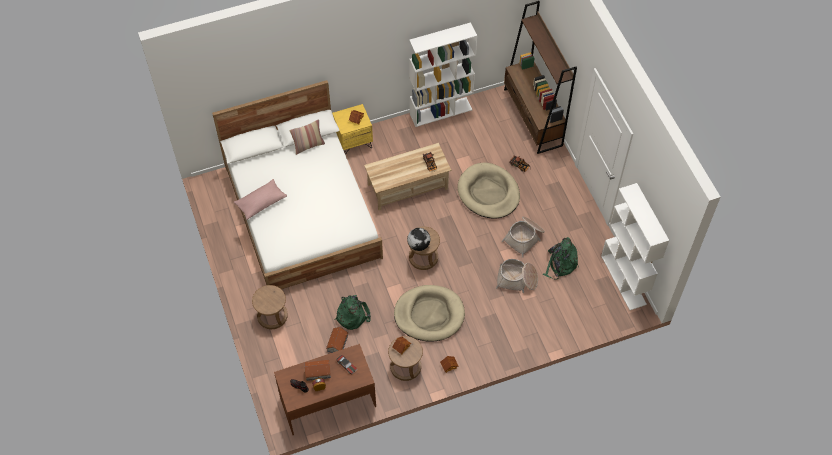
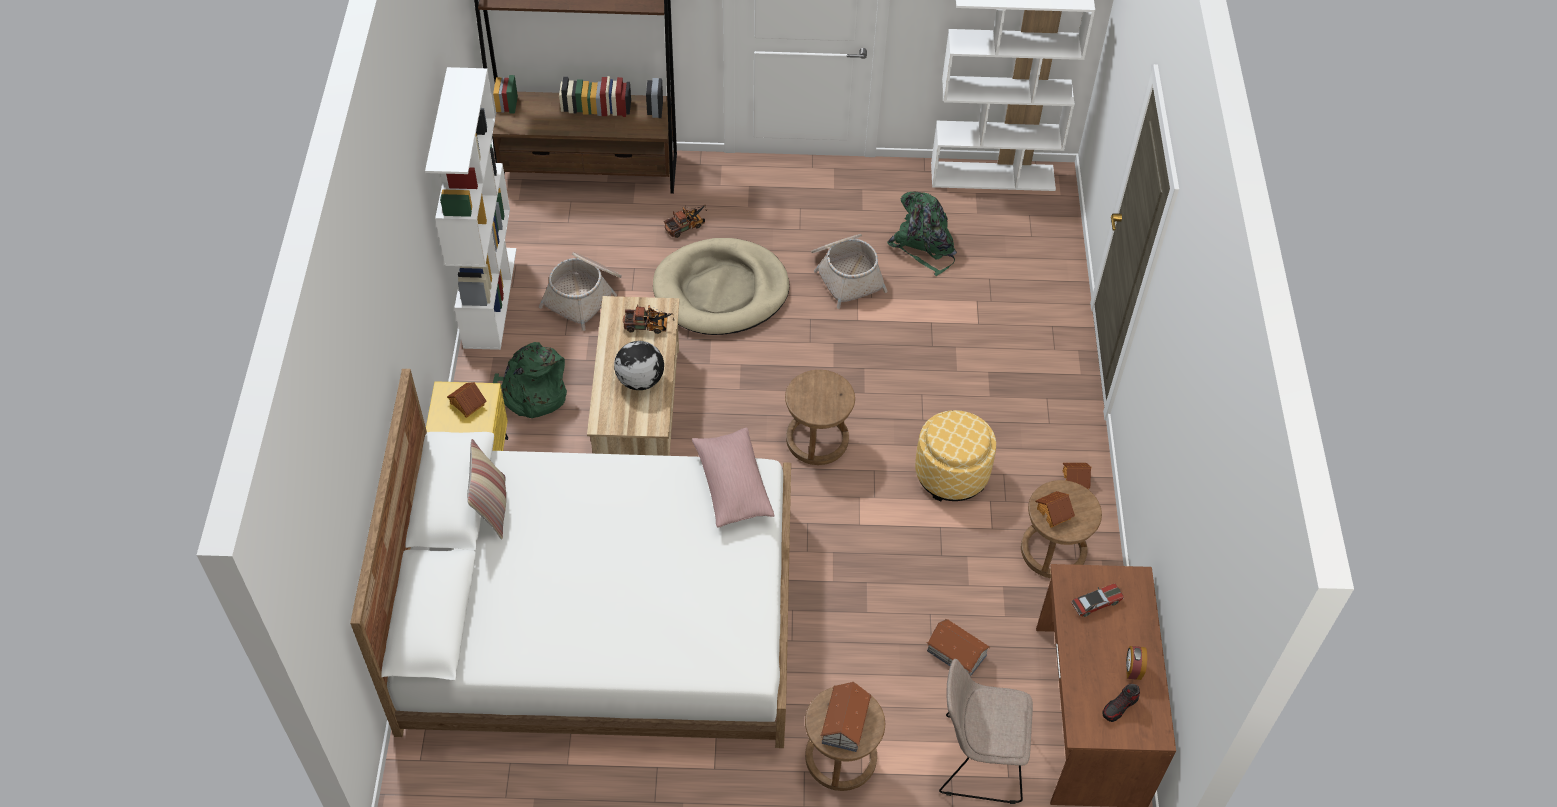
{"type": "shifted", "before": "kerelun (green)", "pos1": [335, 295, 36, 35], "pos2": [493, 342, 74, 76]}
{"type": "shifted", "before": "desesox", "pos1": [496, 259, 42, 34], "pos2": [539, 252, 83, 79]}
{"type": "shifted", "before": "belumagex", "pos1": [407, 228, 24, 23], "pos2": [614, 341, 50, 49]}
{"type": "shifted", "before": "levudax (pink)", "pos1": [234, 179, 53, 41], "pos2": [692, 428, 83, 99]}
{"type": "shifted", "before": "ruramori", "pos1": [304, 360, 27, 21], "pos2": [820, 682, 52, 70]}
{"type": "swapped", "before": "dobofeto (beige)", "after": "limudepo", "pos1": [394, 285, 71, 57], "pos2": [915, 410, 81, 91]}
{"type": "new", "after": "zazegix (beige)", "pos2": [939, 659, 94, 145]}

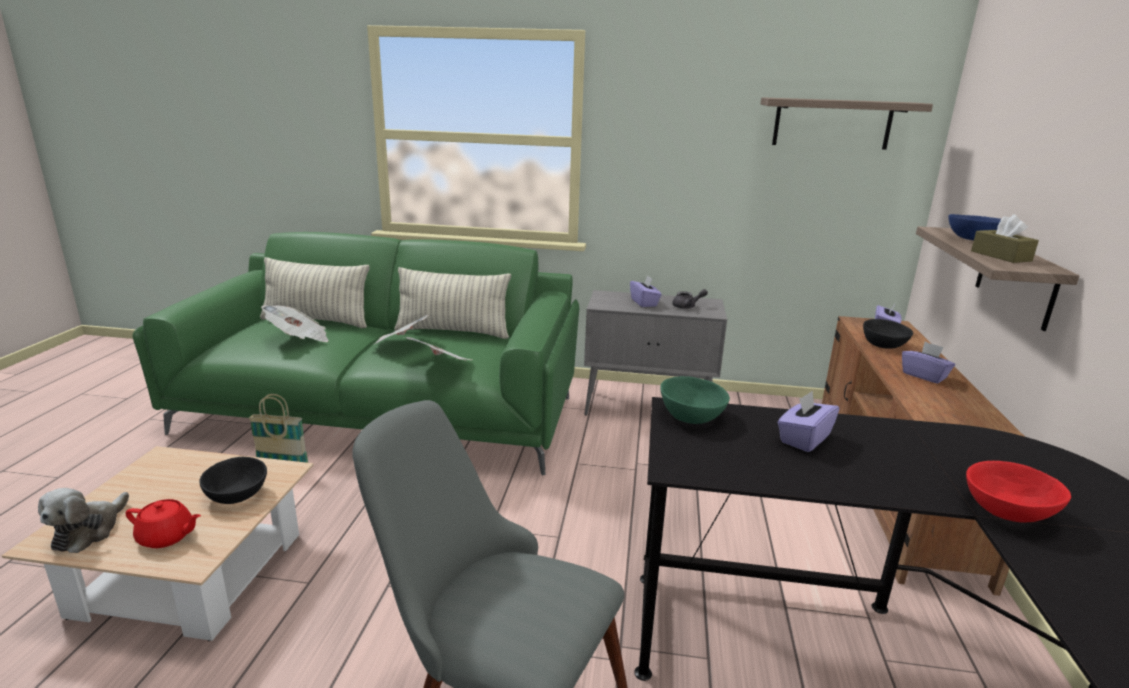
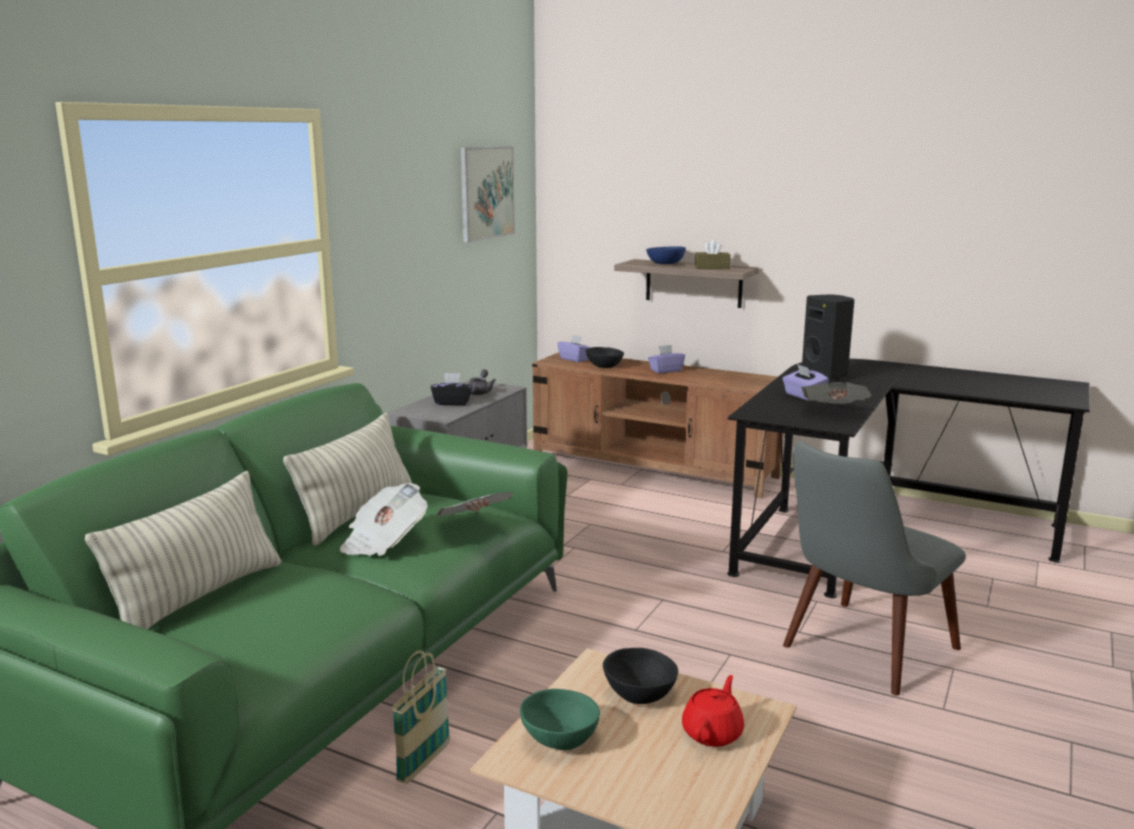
{"type": "repainted", "before": "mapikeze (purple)", "after": "mapikeze (black)", "pos1": [630, 276, 32, 31], "pos2": [431, 373, 41, 32]}
{"type": "swapped", "before": "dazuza", "after": "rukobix", "pos1": [761, 97, 172, 53], "pos2": [460, 146, 55, 96]}
{"type": "shifted", "before": "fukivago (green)", "pos1": [660, 376, 70, 48], "pos2": [520, 689, 80, 61]}
{"type": "shifted", "before": "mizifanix", "pos1": [261, 305, 67, 37], "pos2": [801, 382, 71, 22]}
{"type": "new", "after": "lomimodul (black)", "pos2": [802, 294, 52, 86]}
{"type": "gone", "before": "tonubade", "pos1": [38, 488, 91, 65]}
{"type": "gone", "before": "fukivago (red)", "pos1": [966, 461, 105, 62]}

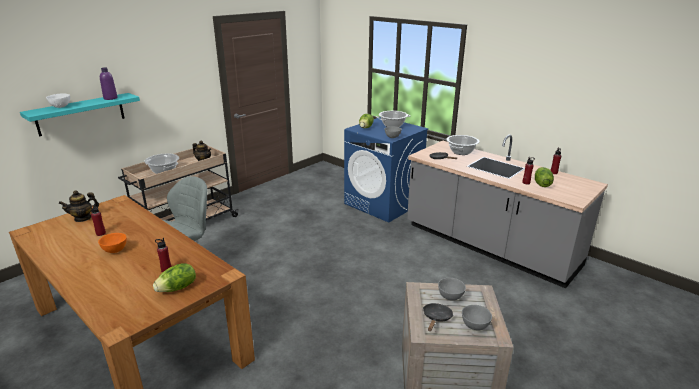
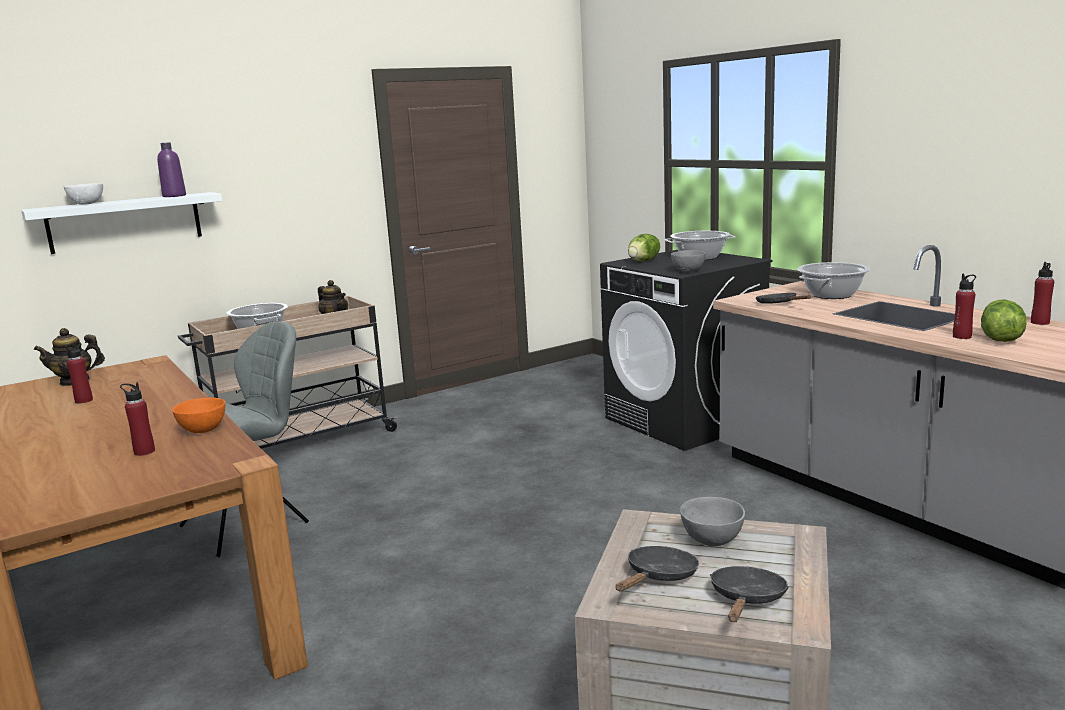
{"type": "repainted", "before": "dazuza (turquoise)", "after": "dazuza (white)", "pos1": [20, 93, 120, 43], "pos2": [21, 192, 201, 62]}
{"type": "shifted", "before": "fukivago (orange)", "pos1": [98, 233, 29, 20], "pos2": [172, 398, 53, 35]}
{"type": "repainted", "before": "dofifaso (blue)", "after": "dofifaso (black)", "pos1": [344, 117, 85, 105], "pos2": [600, 250, 173, 201]}
{"type": "swapped", "before": "fukivago (grey)", "after": "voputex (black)", "pos1": [462, 305, 30, 26], "pos2": [710, 566, 79, 56]}
{"type": "gone", "before": "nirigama", "pos1": [153, 263, 43, 29]}

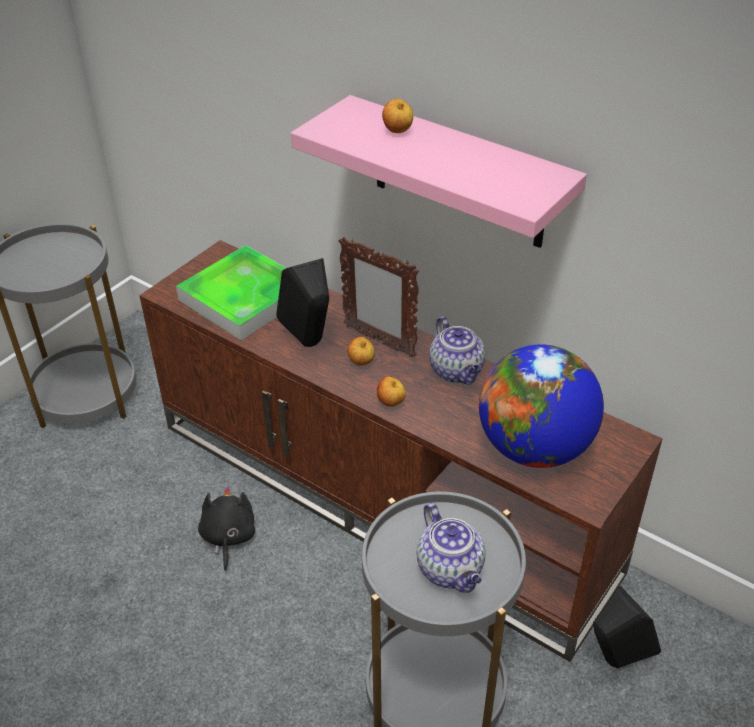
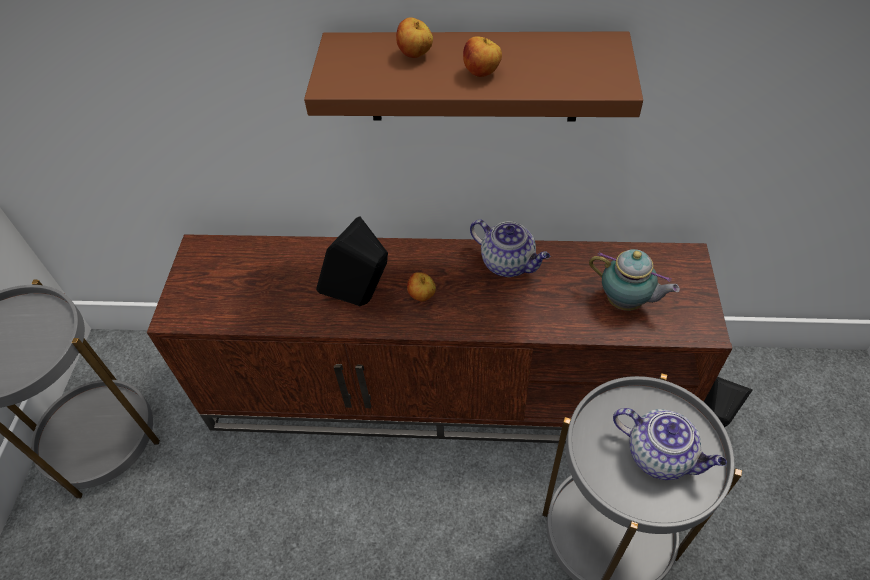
{"type": "repainted", "before": "dazuza (pink)", "after": "dazuza (brown)", "pos1": [291, 95, 296, 153], "pos2": [304, 32, 339, 90]}
{"type": "shifted", "before": "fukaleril", "pos1": [377, 377, 29, 30], "pos2": [463, 36, 39, 41]}
{"type": "swapped", "before": "belumagex", "after": "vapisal", "pos1": [479, 344, 125, 124], "pos2": [589, 249, 91, 62]}
{"type": "gone", "before": "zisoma", "pos1": [176, 245, 110, 95]}
{"type": "gone", "before": "tonubade (black)", "pos1": [198, 486, 57, 85]}
{"type": "gone", "before": "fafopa", "pos1": [338, 237, 81, 121]}

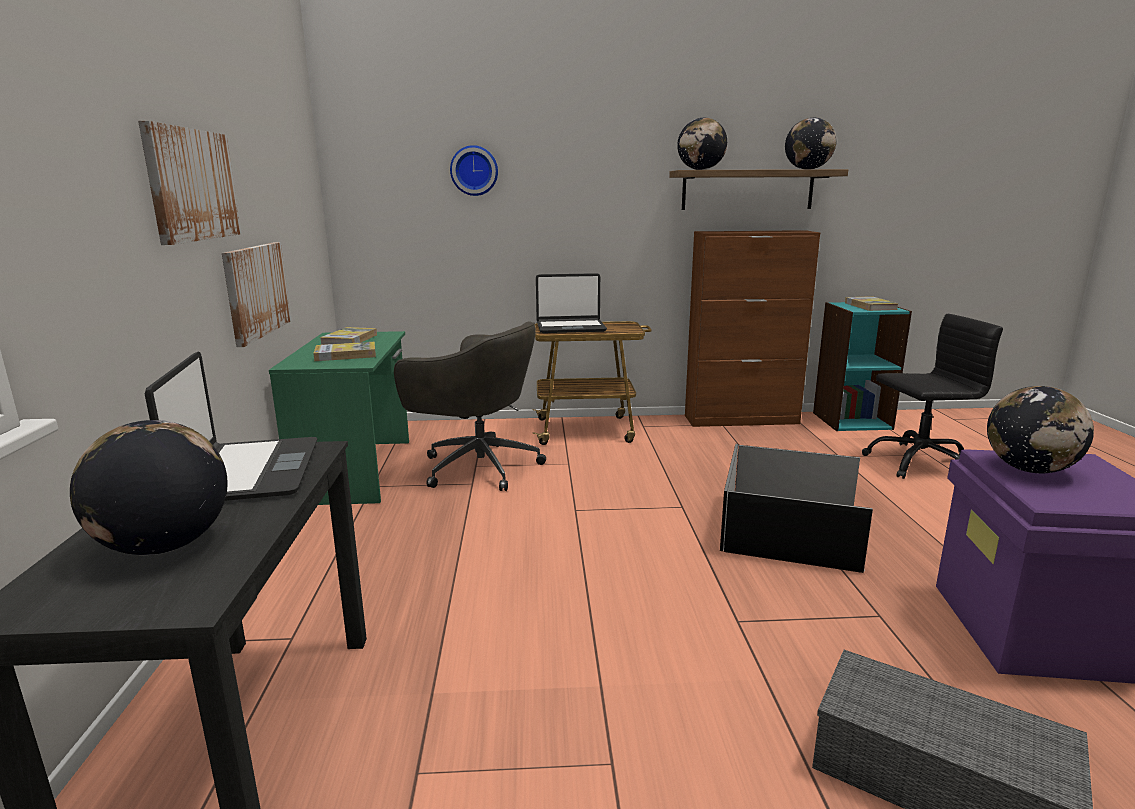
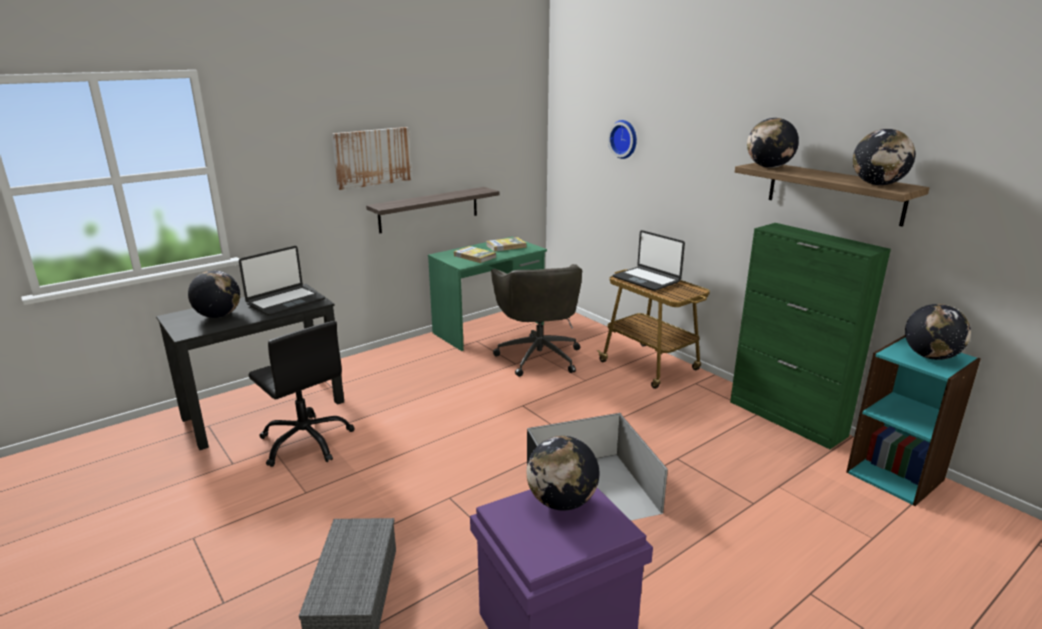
{"type": "shifted", "before": "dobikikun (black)", "pos1": [862, 314, 141, 165], "pos2": [249, 321, 106, 146]}
{"type": "swapped", "before": "rukobix", "after": "dazuza", "pos1": [222, 242, 69, 105], "pos2": [366, 187, 134, 46]}
{"type": "repainted", "before": "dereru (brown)", "after": "dereru (green)", "pos1": [685, 230, 135, 197], "pos2": [730, 223, 161, 226]}
{"type": "swapped", "before": "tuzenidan", "after": "belumagex", "pos1": [845, 296, 54, 15], "pos2": [905, 304, 66, 56]}

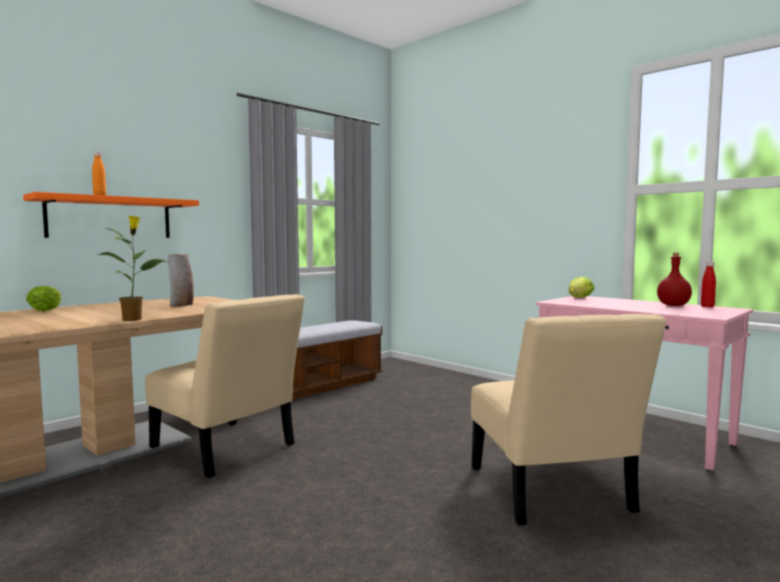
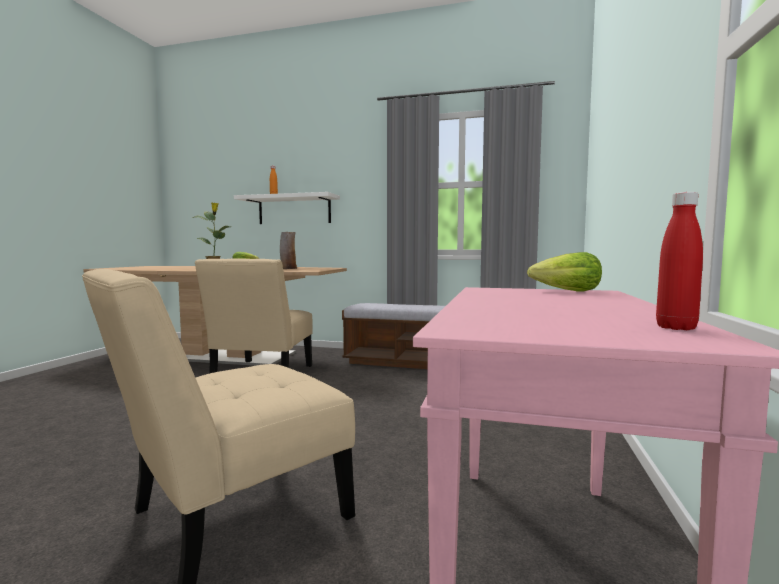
{"type": "repainted", "before": "dazuza (orange)", "after": "dazuza (white)", "pos1": [23, 192, 176, 46], "pos2": [234, 192, 106, 32]}
{"type": "gone", "before": "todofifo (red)", "pos1": [657, 253, 35, 53]}

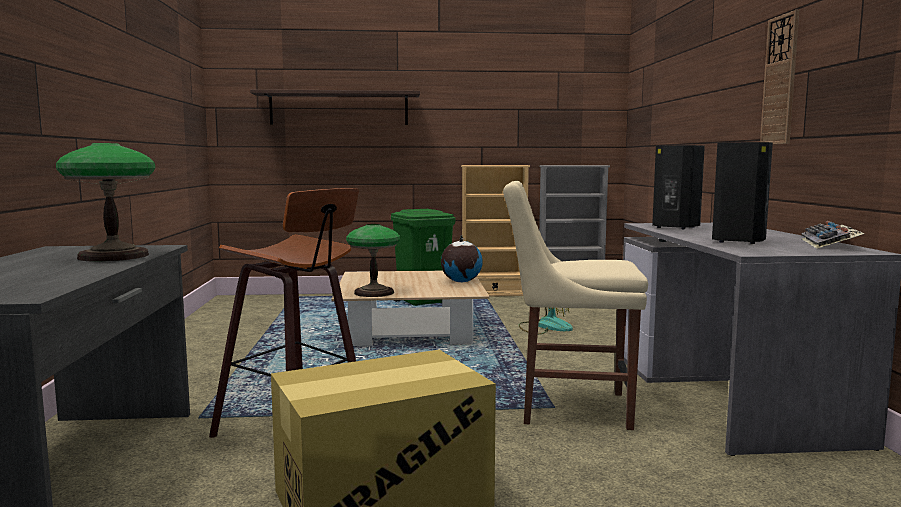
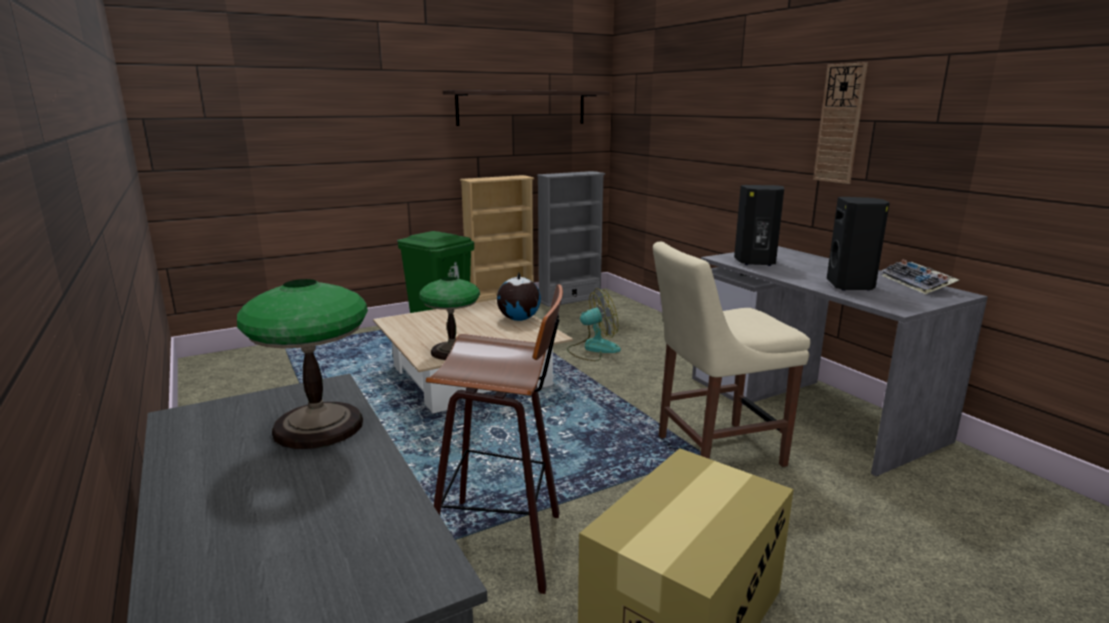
{"type": "shifted", "before": "dazuza", "pos1": [250, 89, 170, 36], "pos2": [443, 90, 167, 36]}

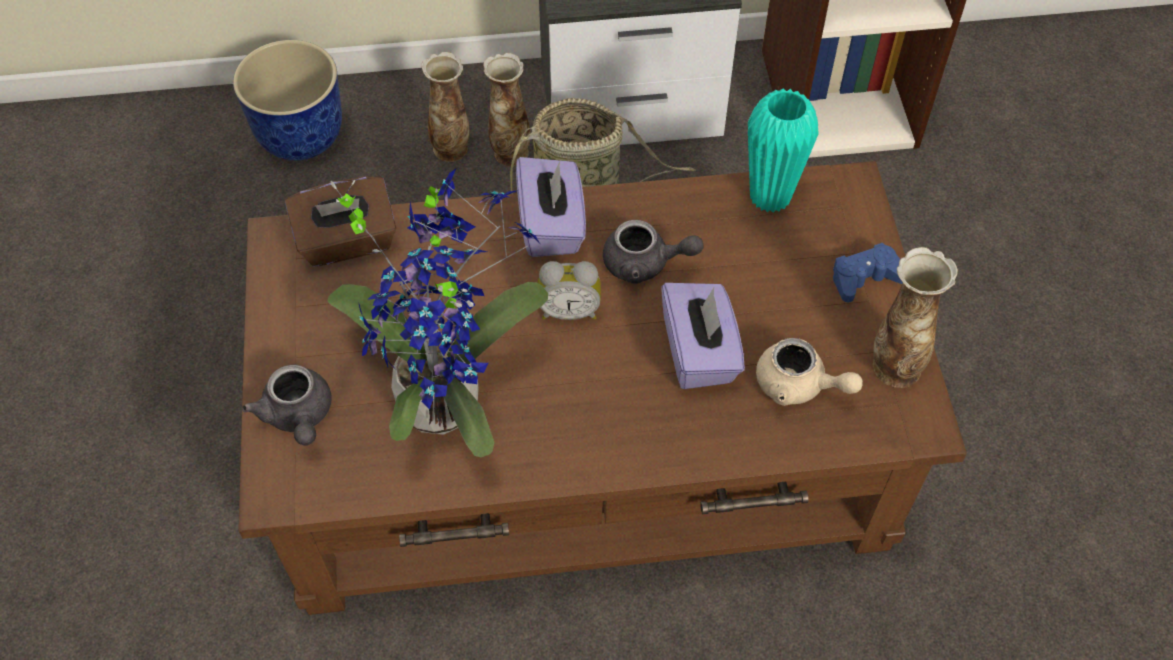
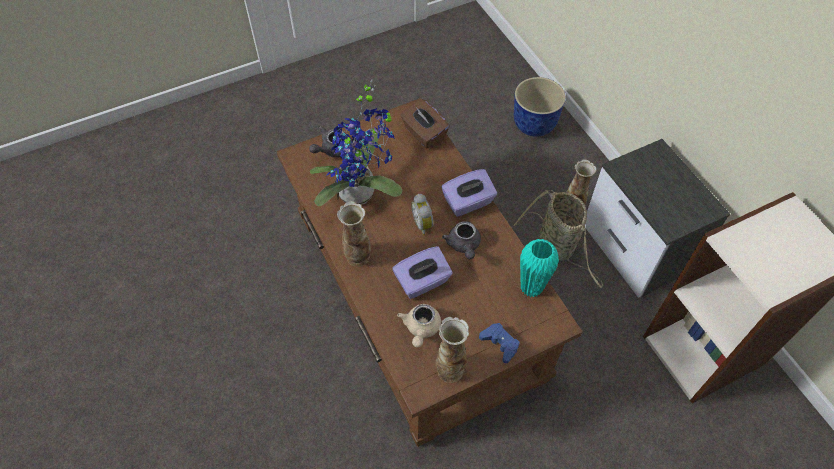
{"type": "shifted", "before": "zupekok", "pos1": [421, 52, 49, 110], "pos2": [337, 201, 34, 66]}

